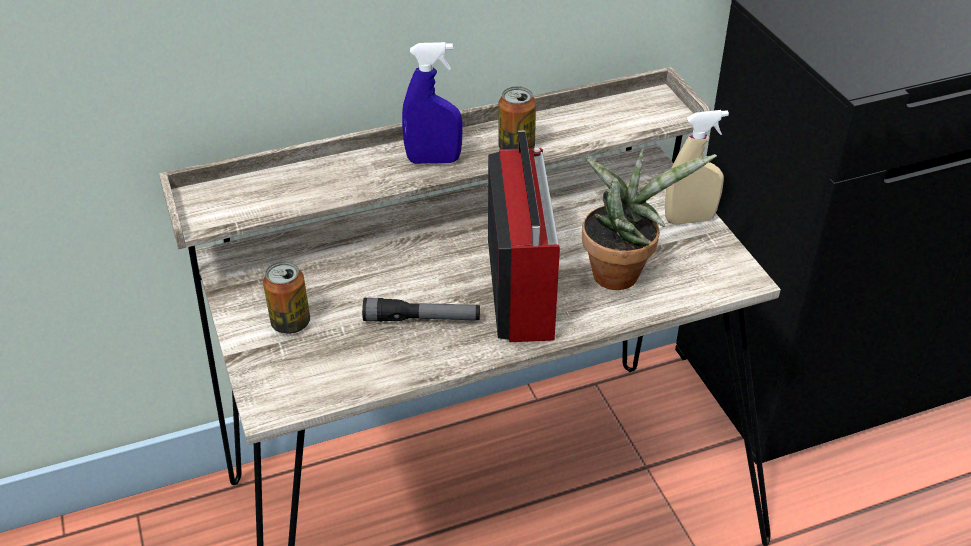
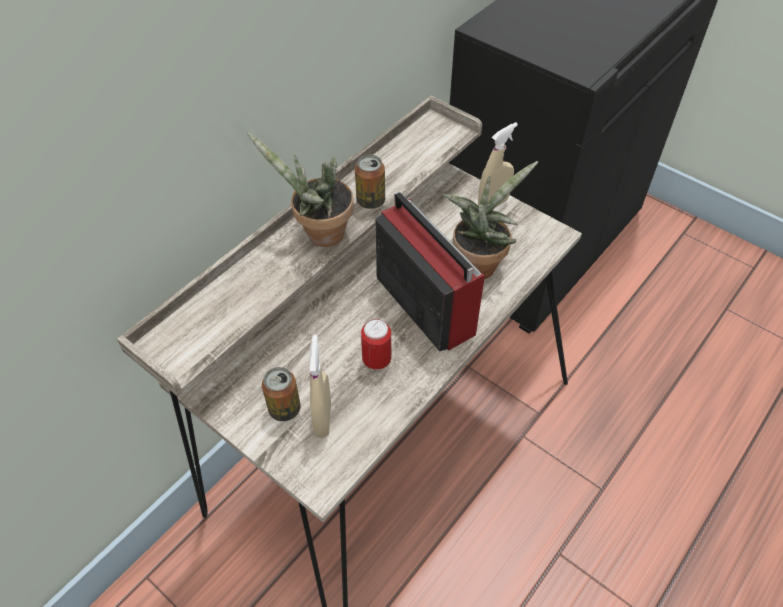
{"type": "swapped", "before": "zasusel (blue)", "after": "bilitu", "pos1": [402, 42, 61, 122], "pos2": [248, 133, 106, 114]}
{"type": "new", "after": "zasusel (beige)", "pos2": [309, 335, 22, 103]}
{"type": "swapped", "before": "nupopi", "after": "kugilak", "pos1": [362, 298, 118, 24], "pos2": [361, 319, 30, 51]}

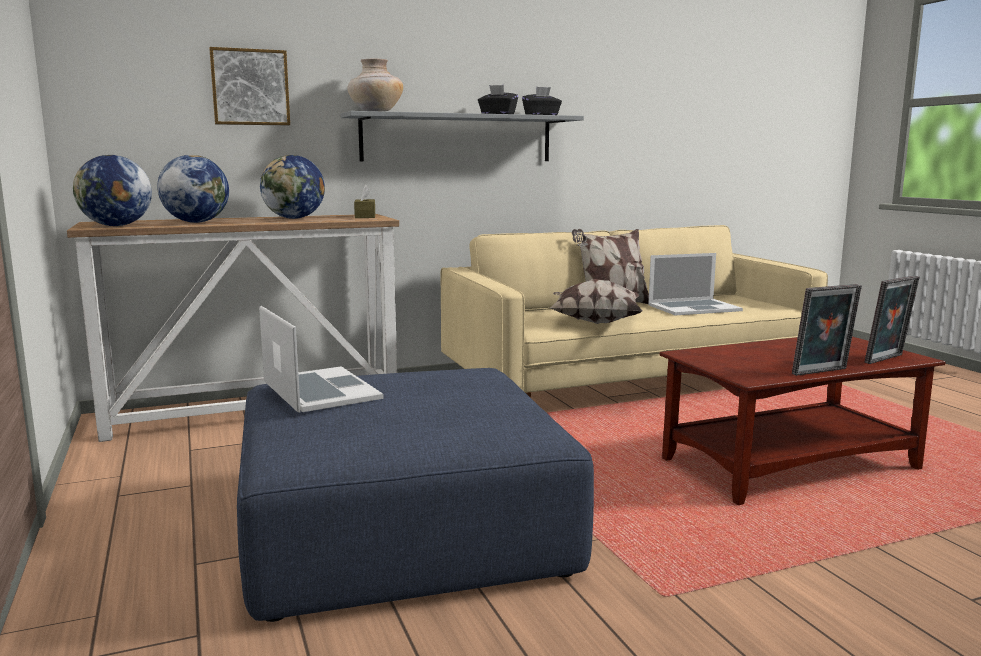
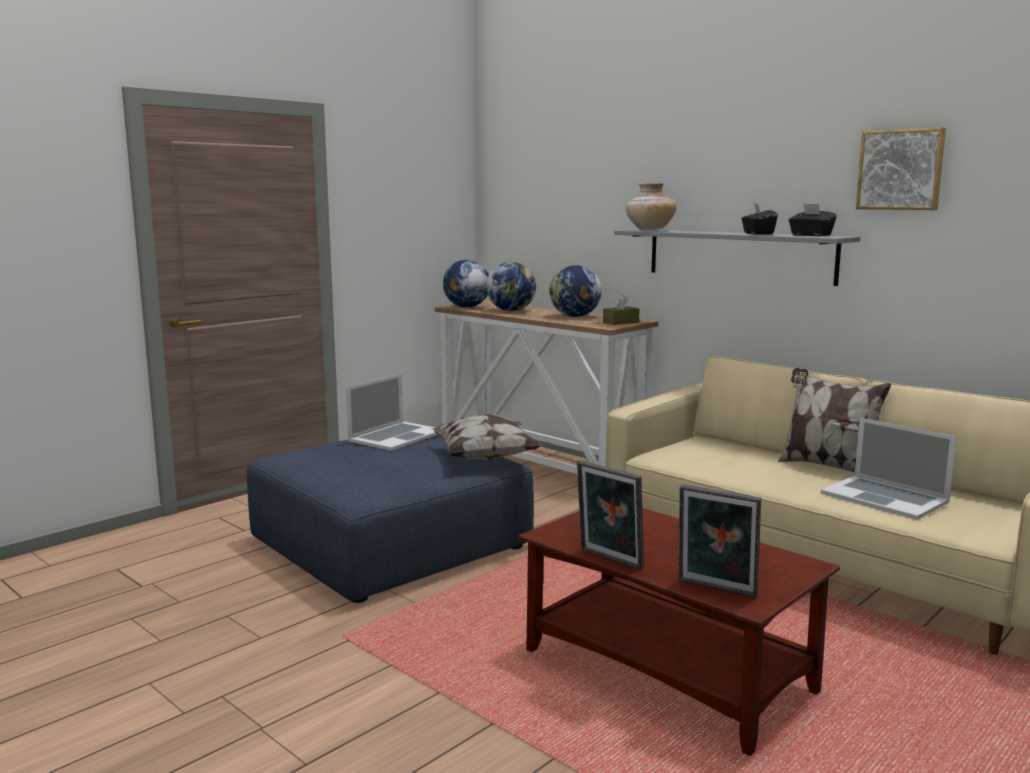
{"type": "shifted", "before": "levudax", "pos1": [550, 279, 93, 45], "pos2": [432, 414, 110, 48]}
{"type": "shifted", "before": "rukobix", "pos1": [209, 47, 81, 78], "pos2": [856, 127, 90, 83]}

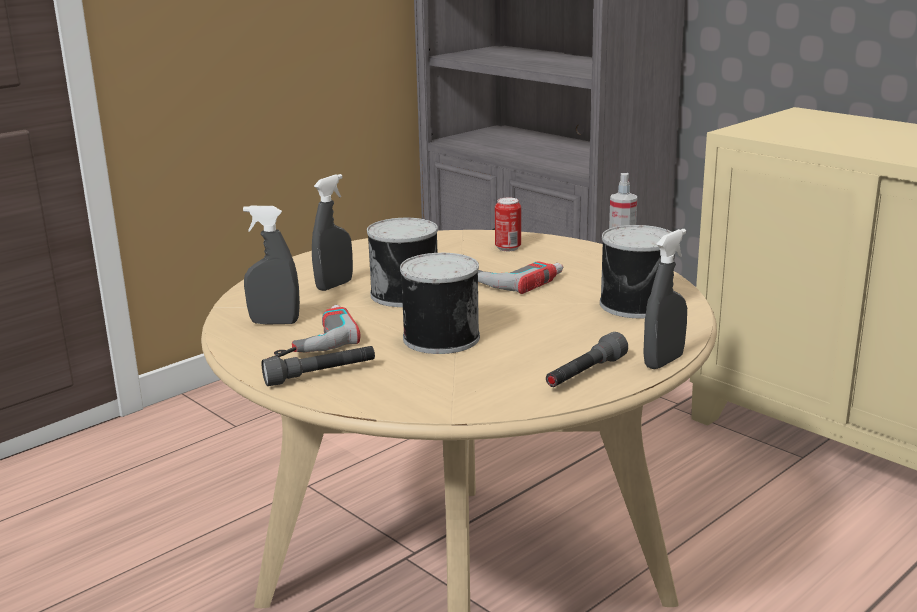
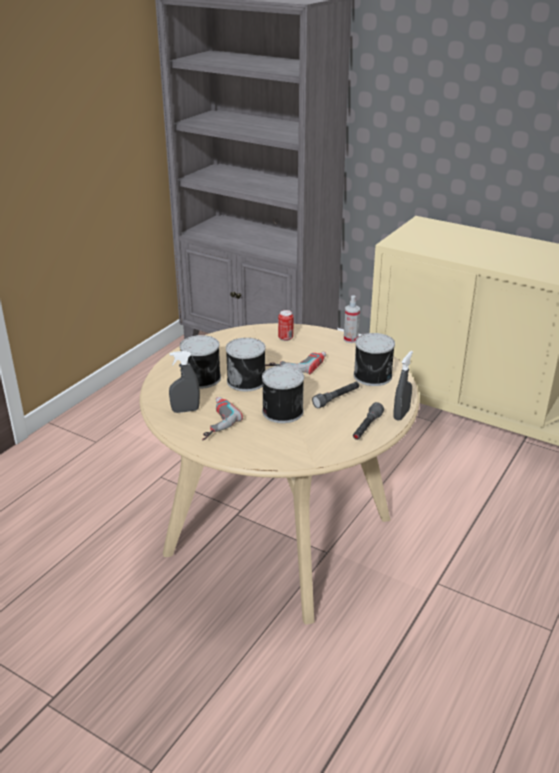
{"type": "swapped", "before": "zasusel (grey)", "after": "kugilak", "pos1": [312, 174, 41, 117], "pos2": [180, 335, 41, 54]}
{"type": "shifted", "before": "nupopi (grey)", "pos1": [262, 346, 113, 40], "pos2": [312, 382, 47, 26]}

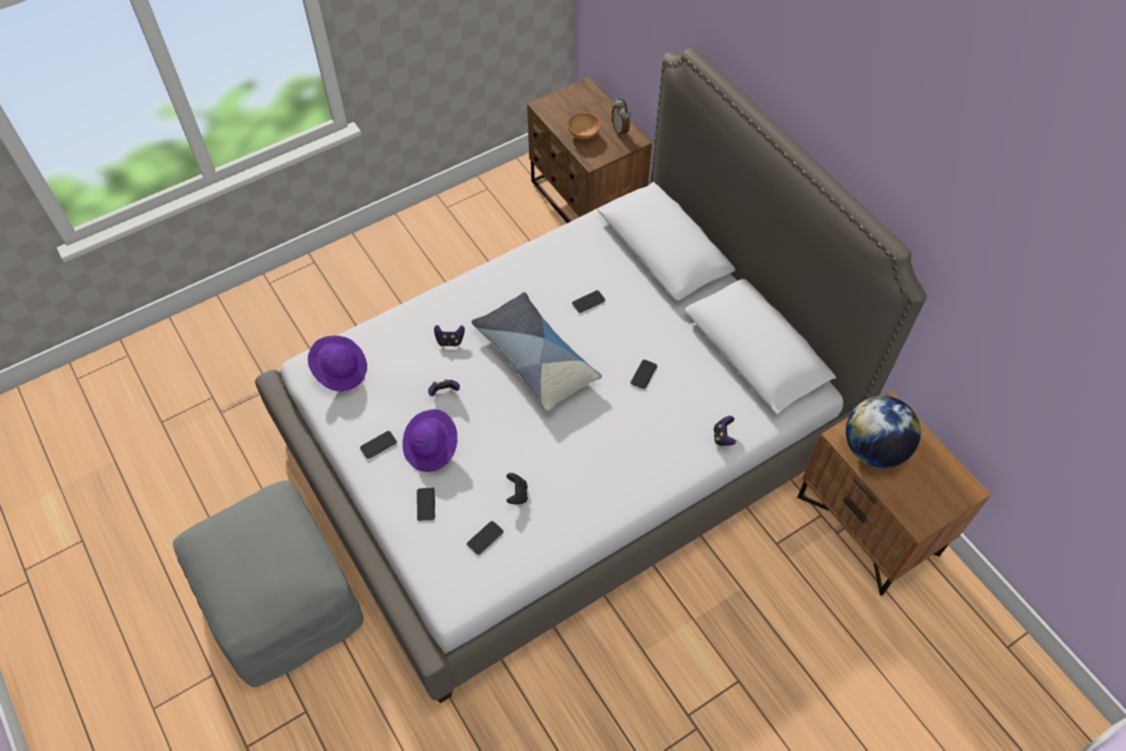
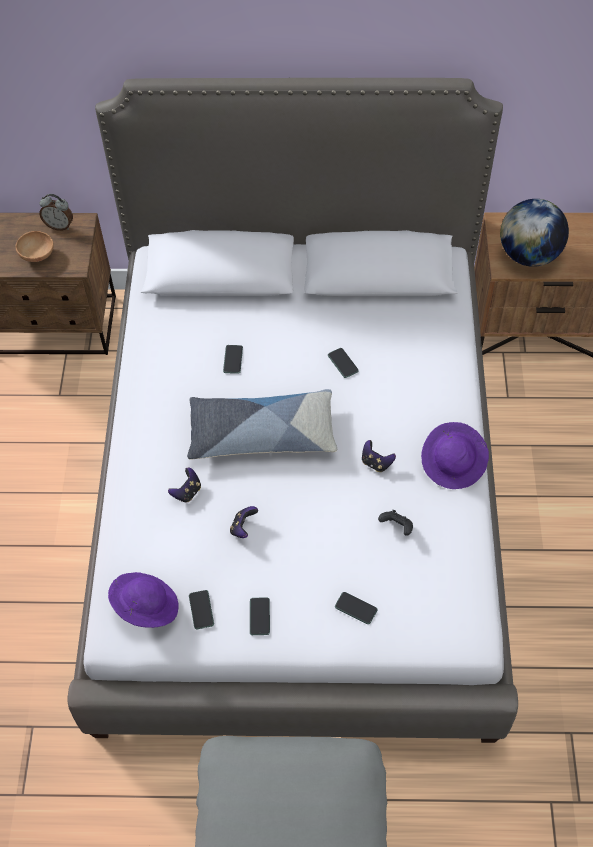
{"type": "shifted", "before": "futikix", "pos1": [467, 521, 37, 34], "pos2": [189, 590, 25, 39]}
{"type": "shifted", "before": "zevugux", "pos1": [714, 416, 22, 30], "pos2": [362, 440, 34, 32]}
{"type": "shifted", "before": "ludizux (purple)", "pos1": [403, 409, 54, 63], "pos2": [421, 422, 68, 67]}

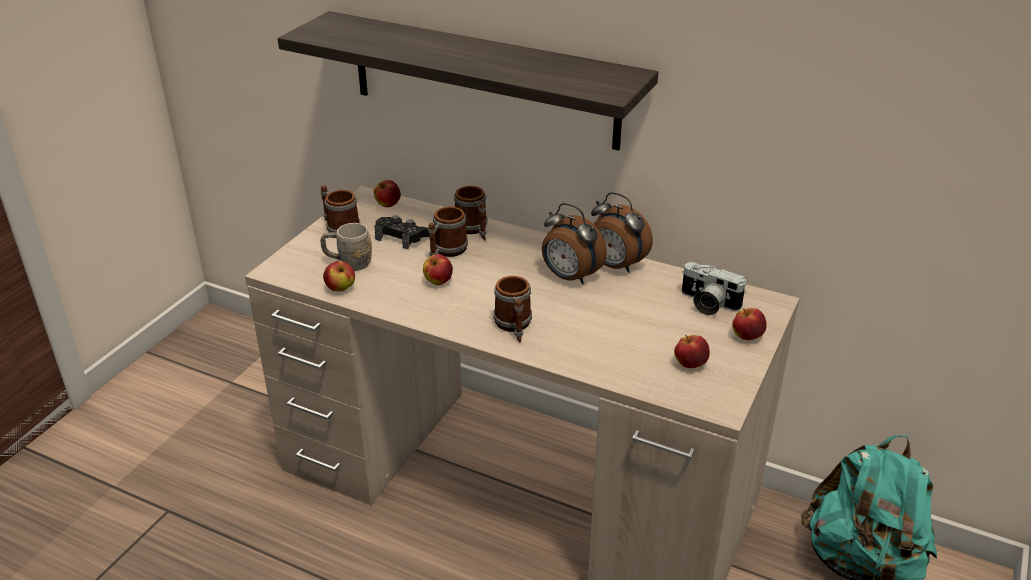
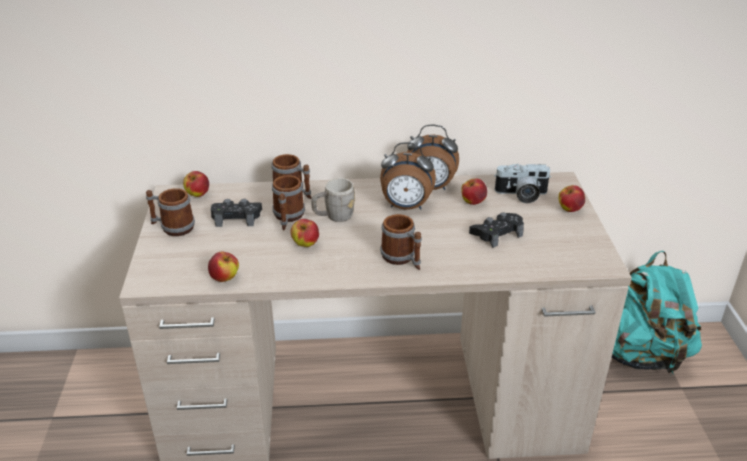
{"type": "shifted", "before": "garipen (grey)", "pos1": [320, 223, 52, 48], "pos2": [311, 178, 44, 44]}
{"type": "shifted", "before": "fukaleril", "pos1": [674, 335, 36, 33], "pos2": [461, 178, 26, 27]}
{"type": "new", "after": "zevugux (black)", "pos2": [469, 212, 55, 36]}
{"type": "gone", "before": "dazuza", "pos1": [278, 11, 381, 140]}

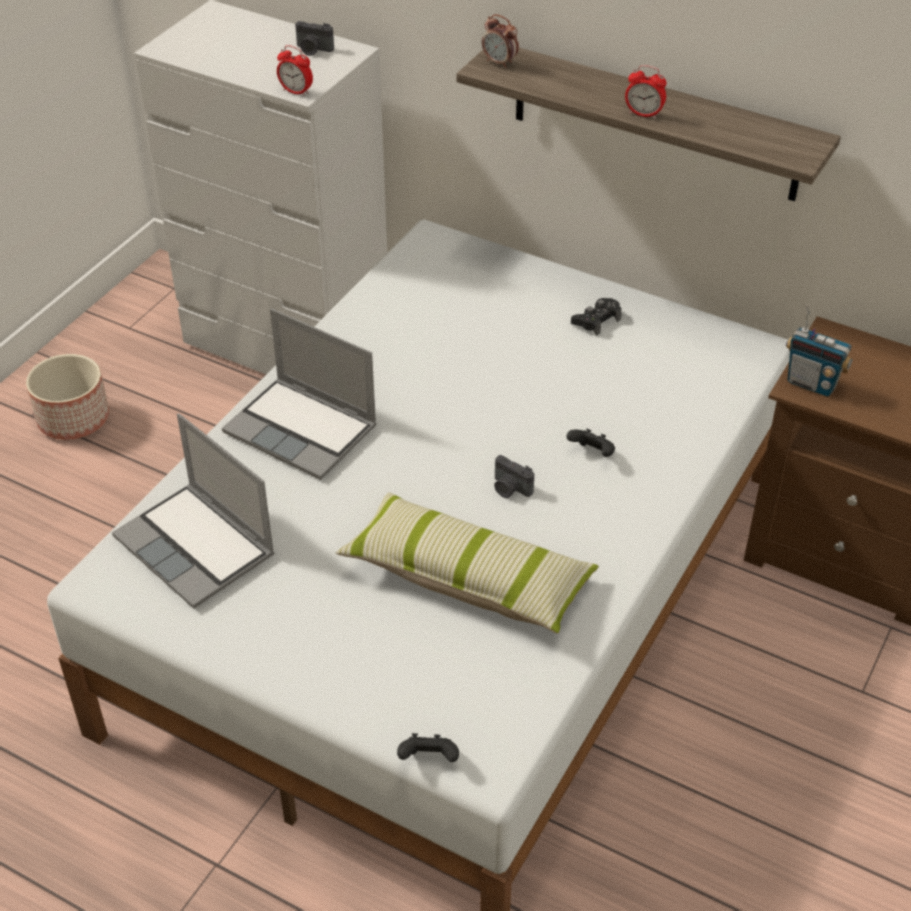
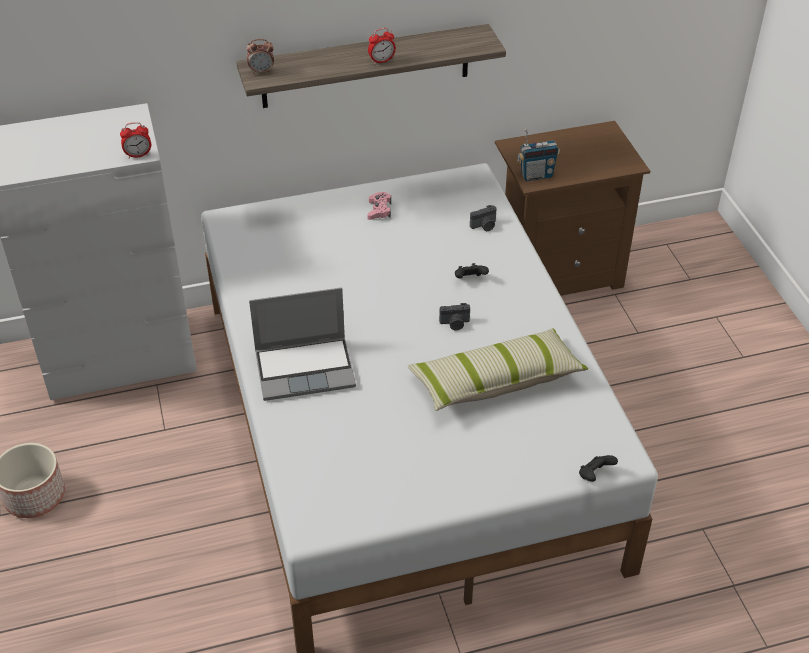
{"type": "repainted", "before": "zevugux (black)", "after": "zevugux (pink)", "pos1": [571, 298, 51, 38], "pos2": [367, 192, 24, 28]}
{"type": "shifted", "before": "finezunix", "pos1": [295, 21, 39, 35], "pos2": [470, 205, 27, 26]}
{"type": "gone", "before": "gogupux", "pos1": [112, 413, 163, 196]}

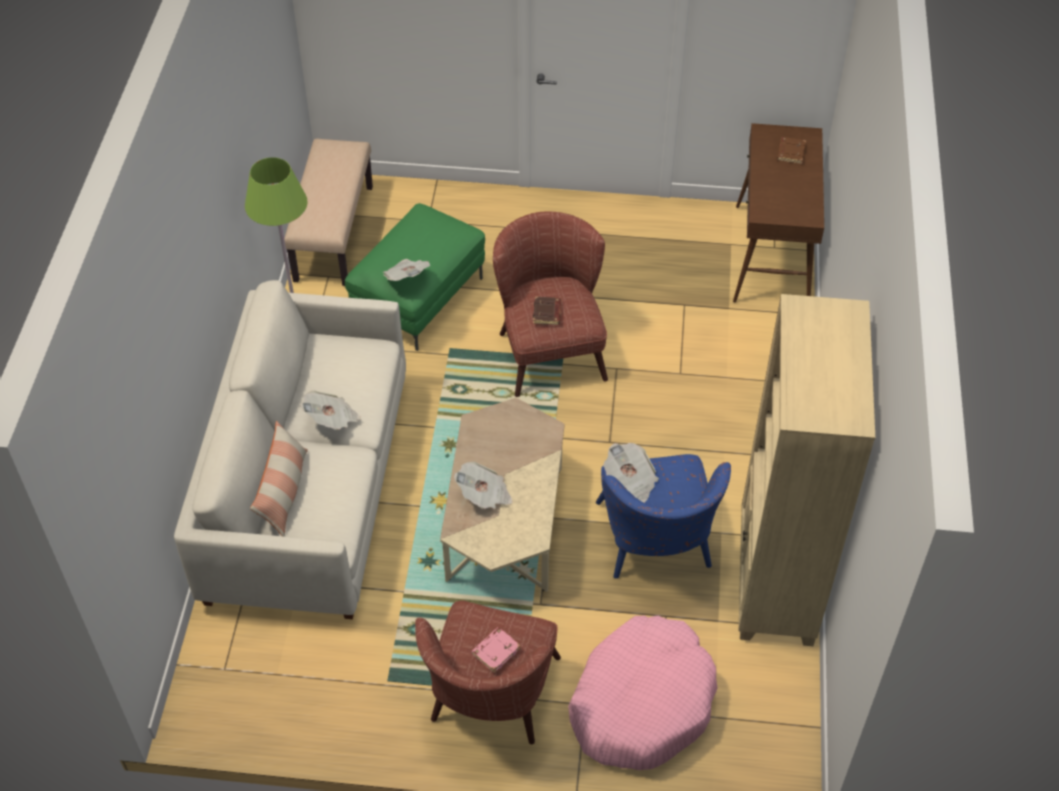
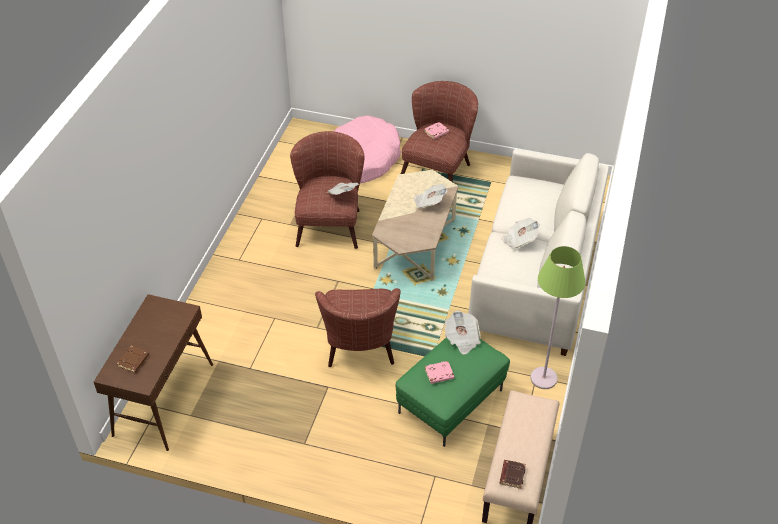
{"type": "repainted", "before": "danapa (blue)", "after": "danapa (brown)", "pos1": [596, 454, 135, 125], "pos2": [290, 131, 75, 118]}
{"type": "new", "after": "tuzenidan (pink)", "pos2": [425, 361, 29, 23]}
{"type": "shifted", "before": "tuzenidan (brown)", "pos1": [533, 296, 29, 29], "pos2": [499, 460, 27, 29]}
{"type": "gone", "before": "levudax", "pos1": [250, 421, 58, 116]}
{"type": "gone", "before": "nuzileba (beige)", "pos1": [739, 294, 136, 352]}

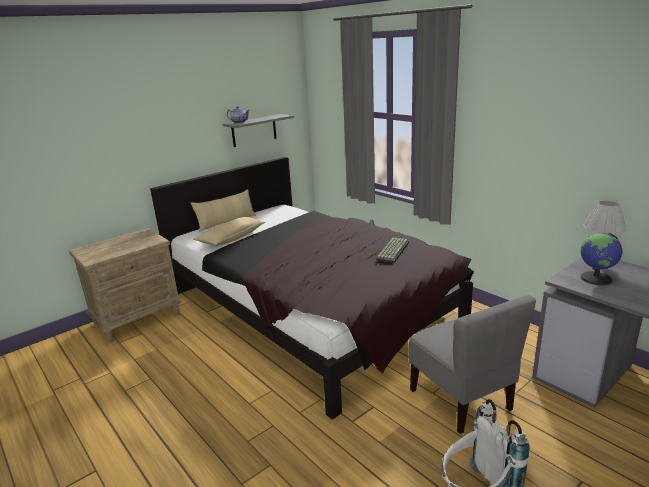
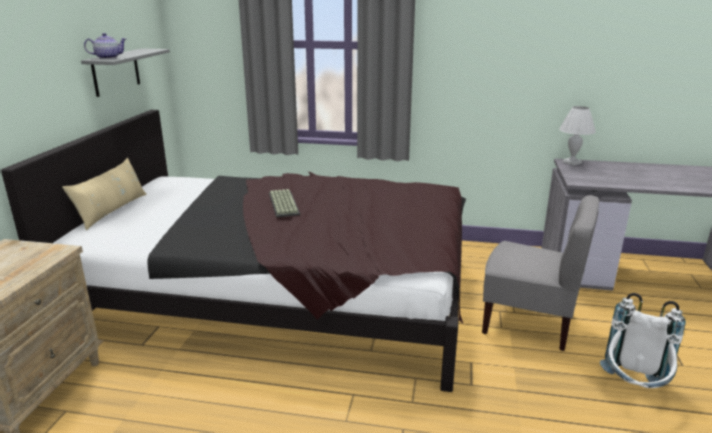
{"type": "shifted", "before": "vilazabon", "pos1": [376, 237, 33, 26], "pos2": [269, 189, 31, 28]}
{"type": "gone", "before": "levudax (beige)", "pos1": [194, 217, 71, 29]}
{"type": "gone", "before": "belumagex", "pos1": [580, 233, 42, 52]}

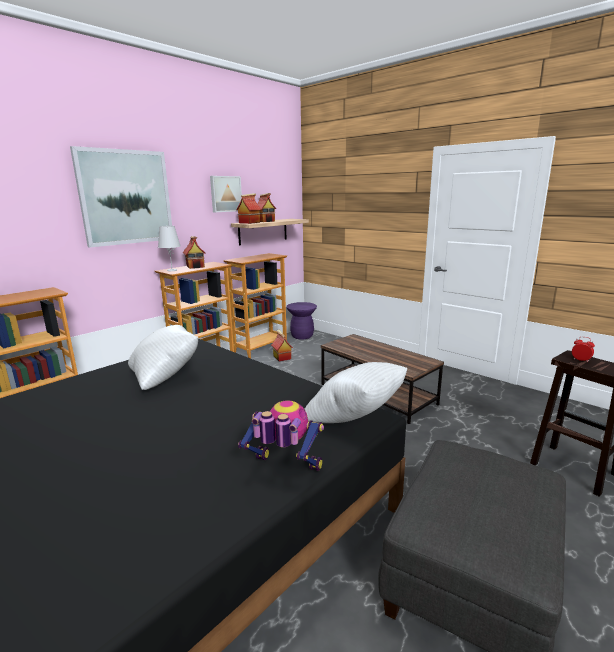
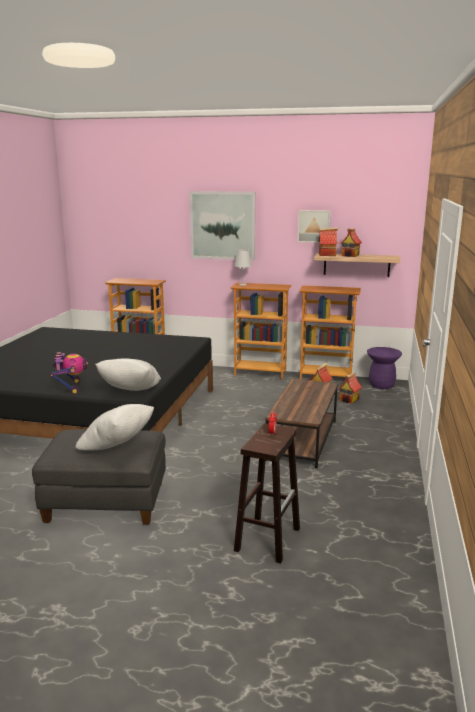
{"type": "shifted", "before": "levudax (white)", "pos1": [128, 325, 70, 65], "pos2": [76, 404, 78, 47]}
{"type": "shifted", "before": "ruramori", "pos1": [183, 236, 23, 33], "pos2": [338, 373, 24, 31]}

